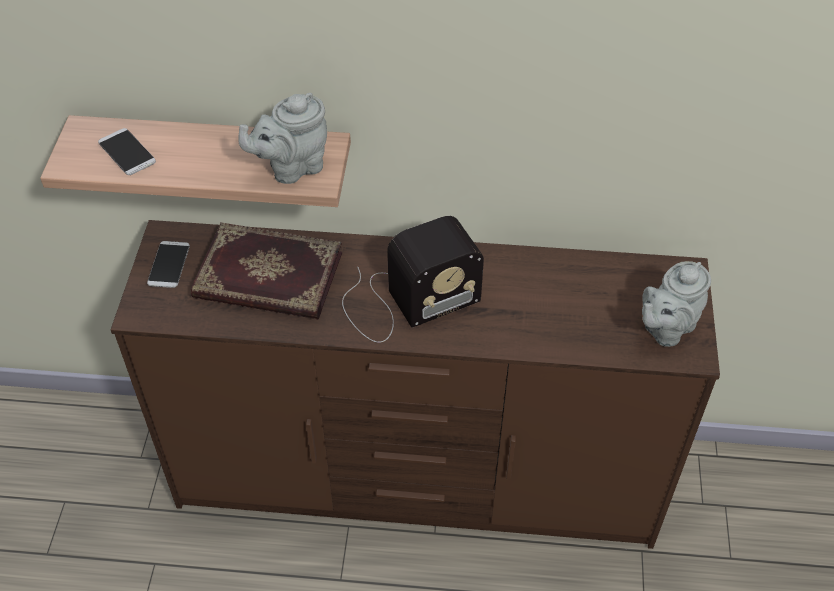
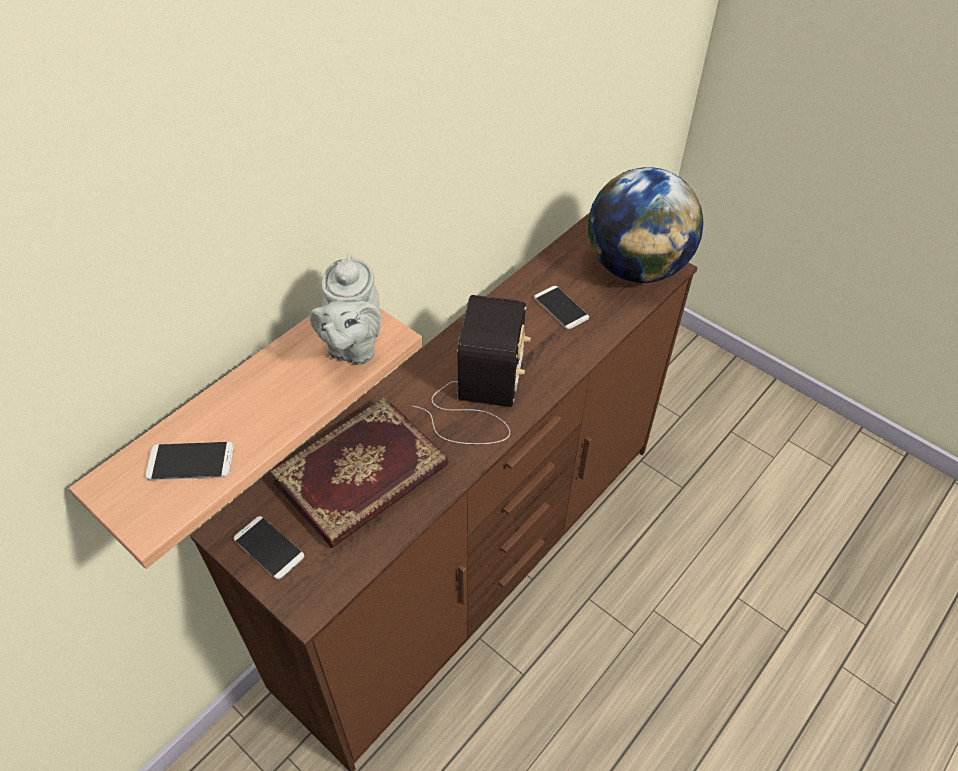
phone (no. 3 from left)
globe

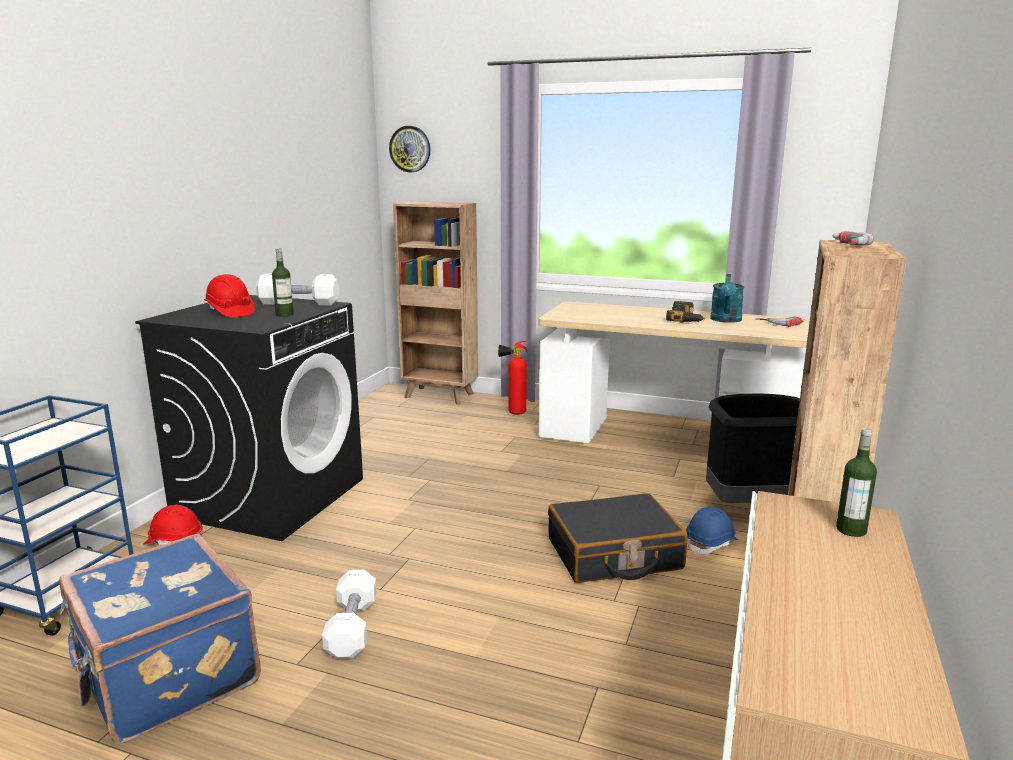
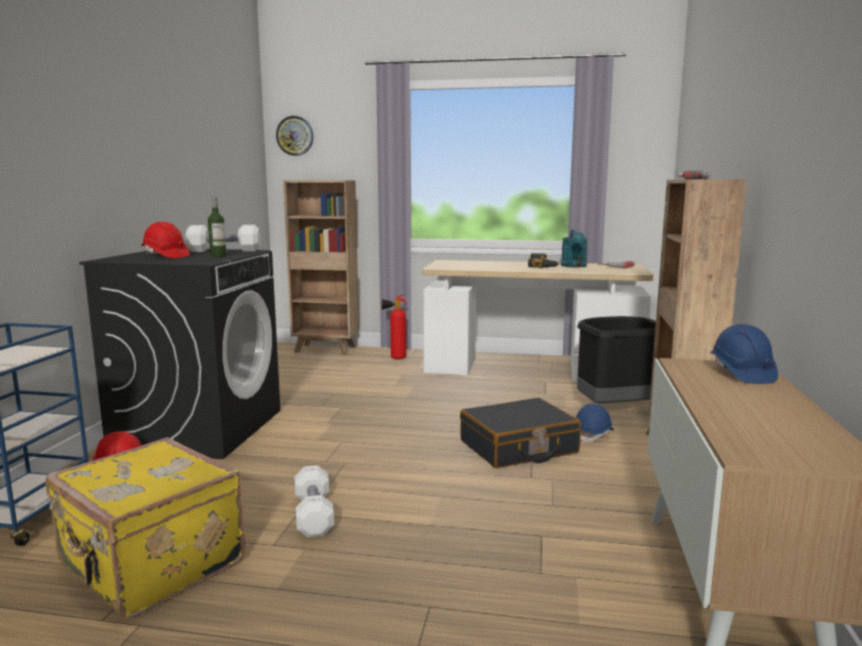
suitcase in yellow
hard hat in blue (no. 2 from left)

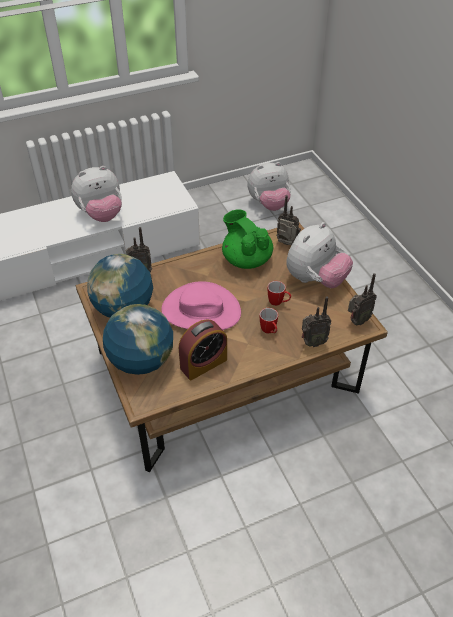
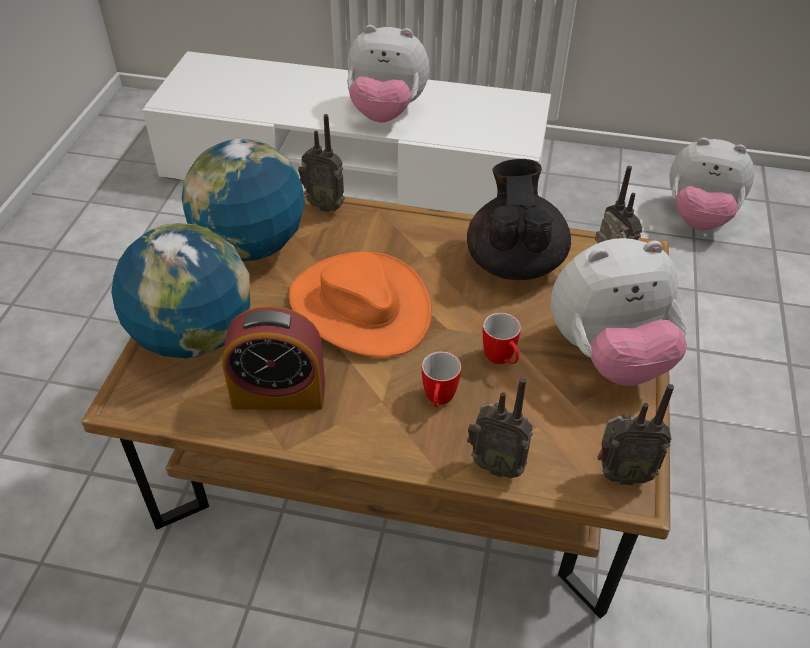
hat in orange
teapot in black

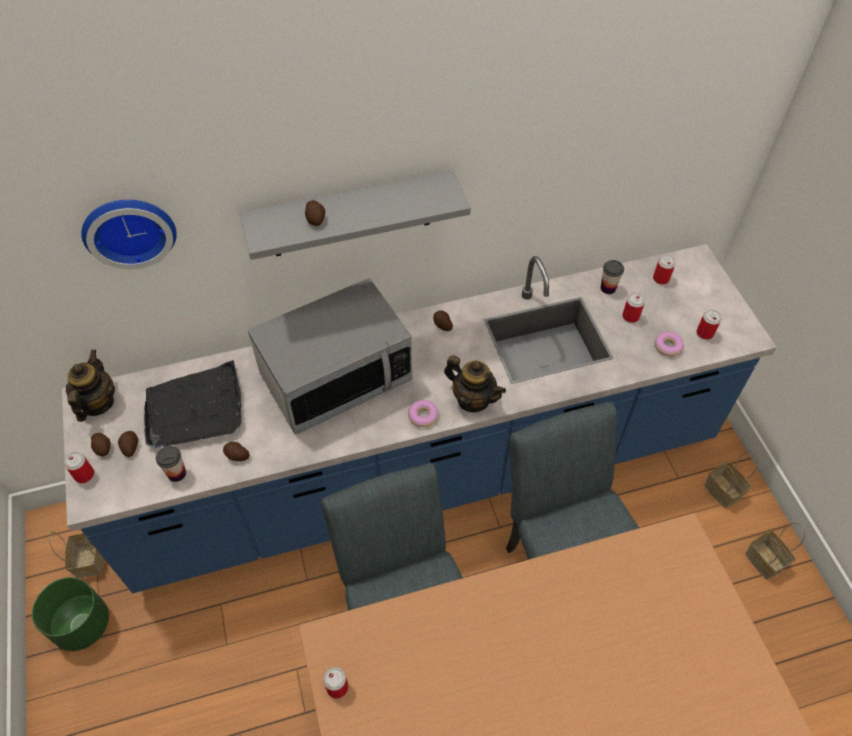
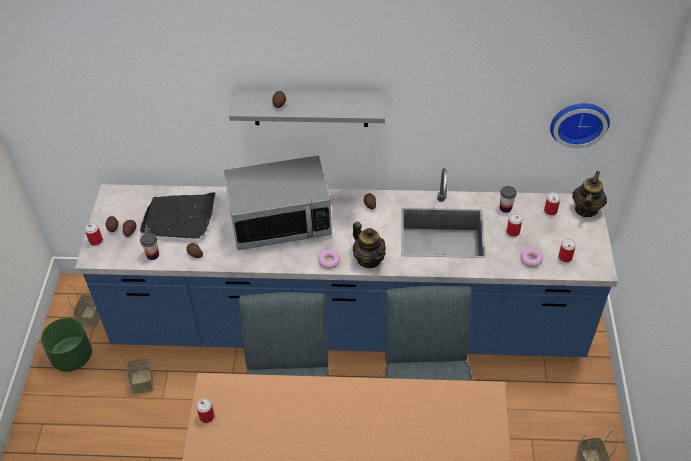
basket (no. 2 from left)
wall clock
teapot (no. 2 from left)

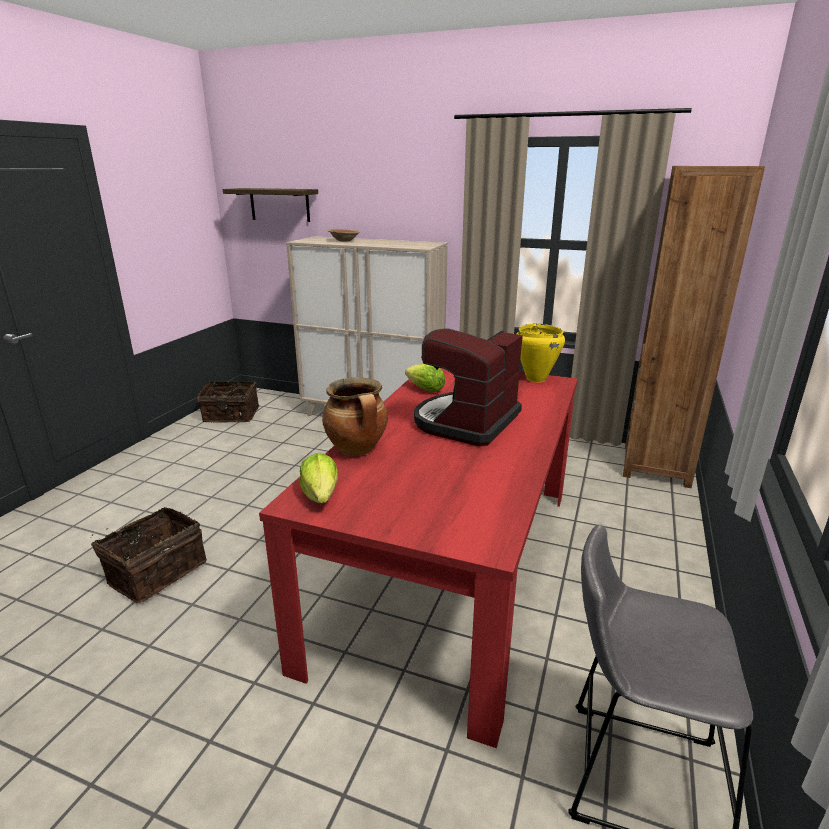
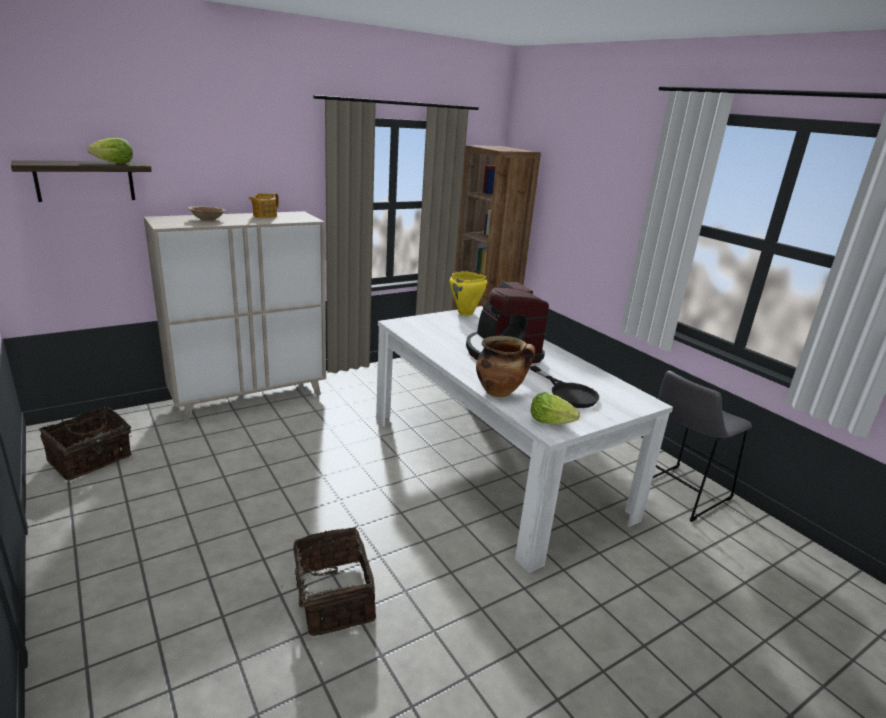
lettuce (no. 1 from left)
teapot
dining table in white
frying pan in black

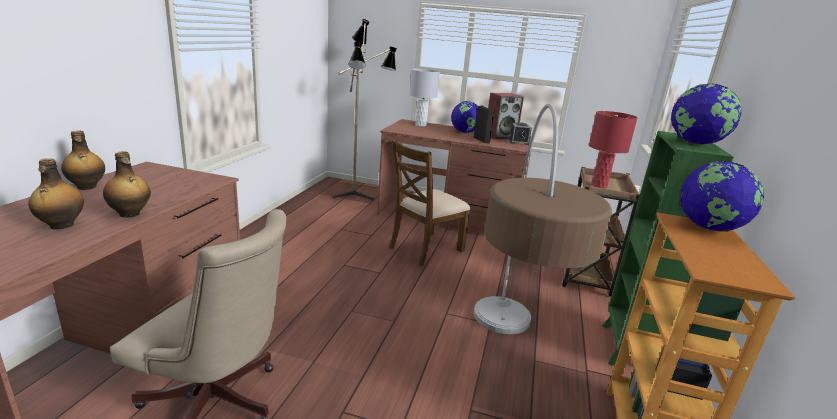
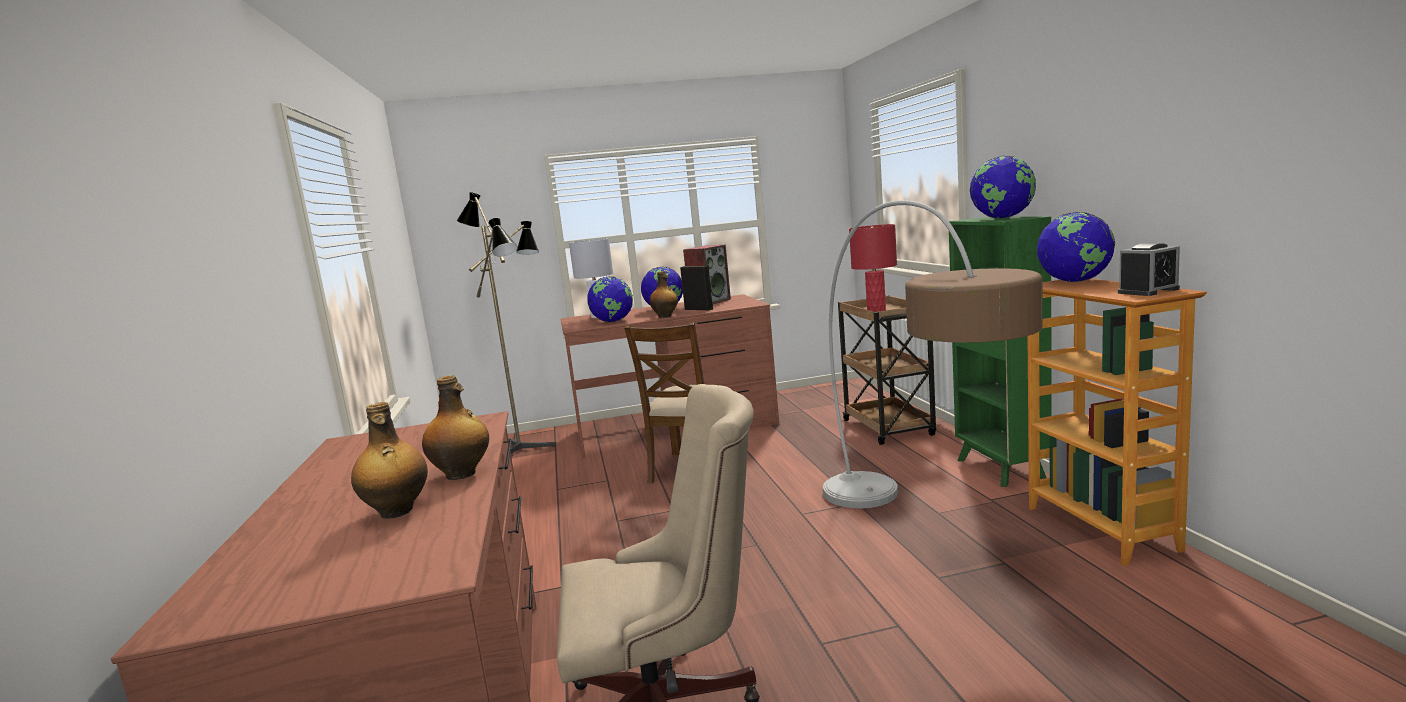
globe (no. 1 from left)
bottle (no. 3 from left)
alarm clock

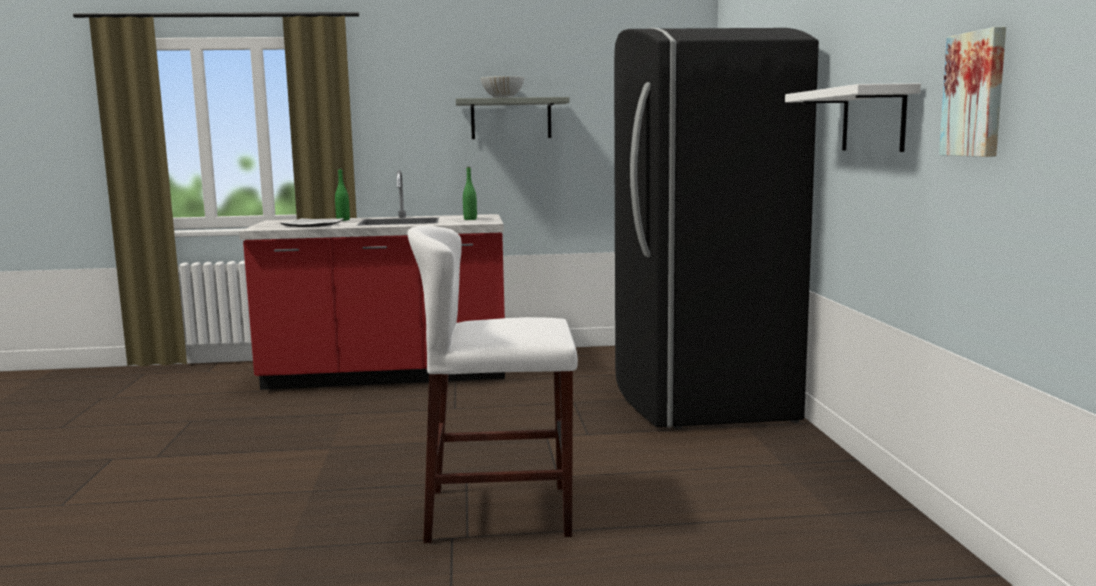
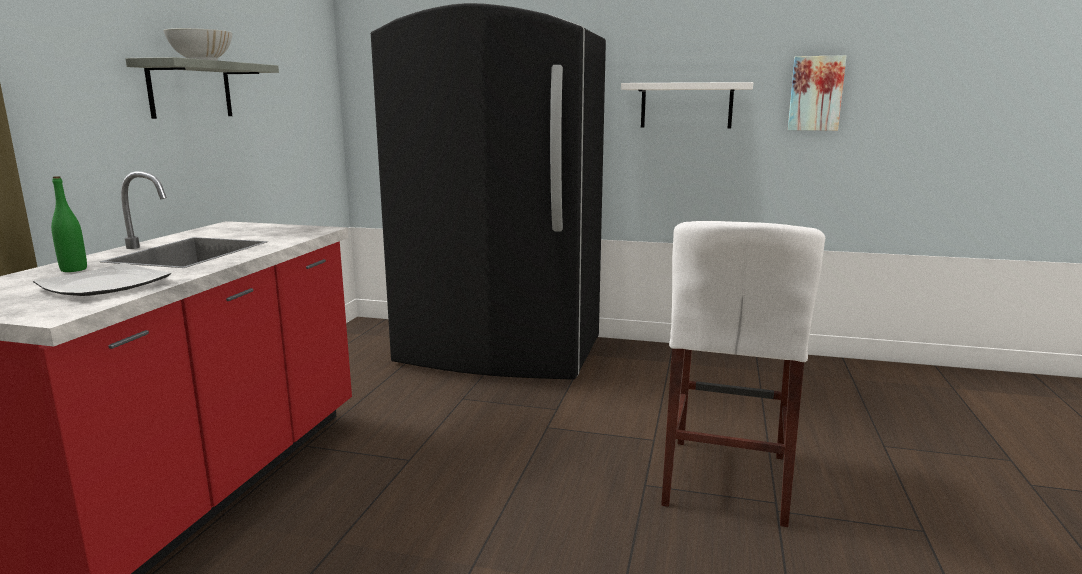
bottle in green (no. 2 from left in the first image)

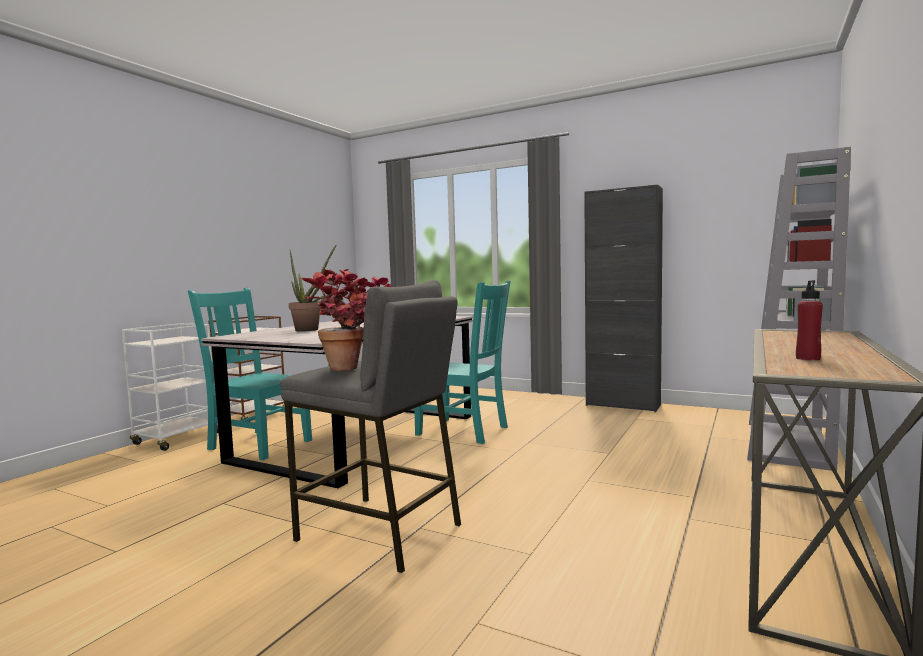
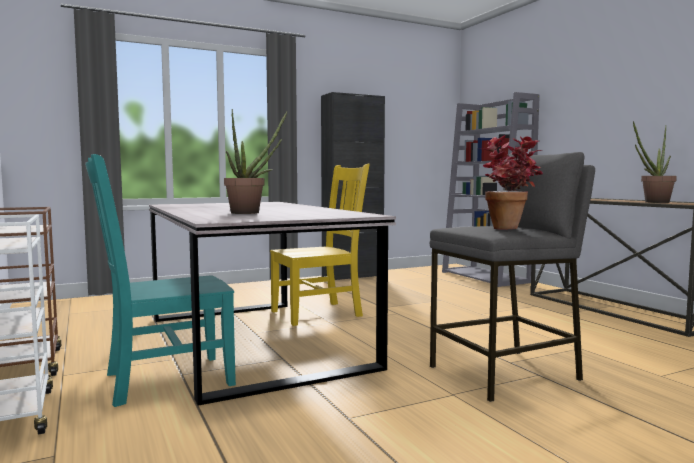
chair in yellow
potted plant (no. 3 from left)

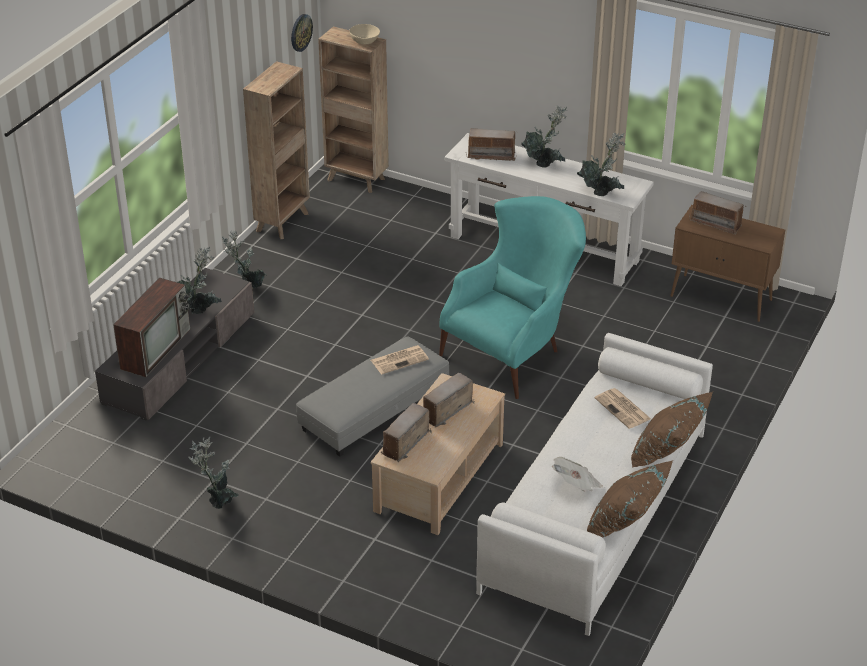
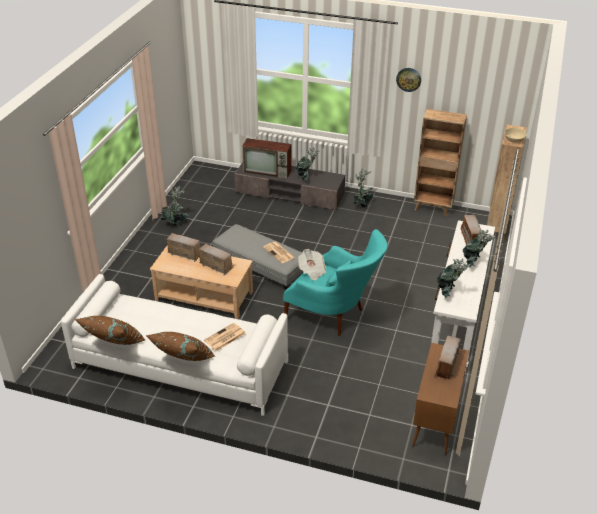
newspaper (no. 3 from left)
wall clock

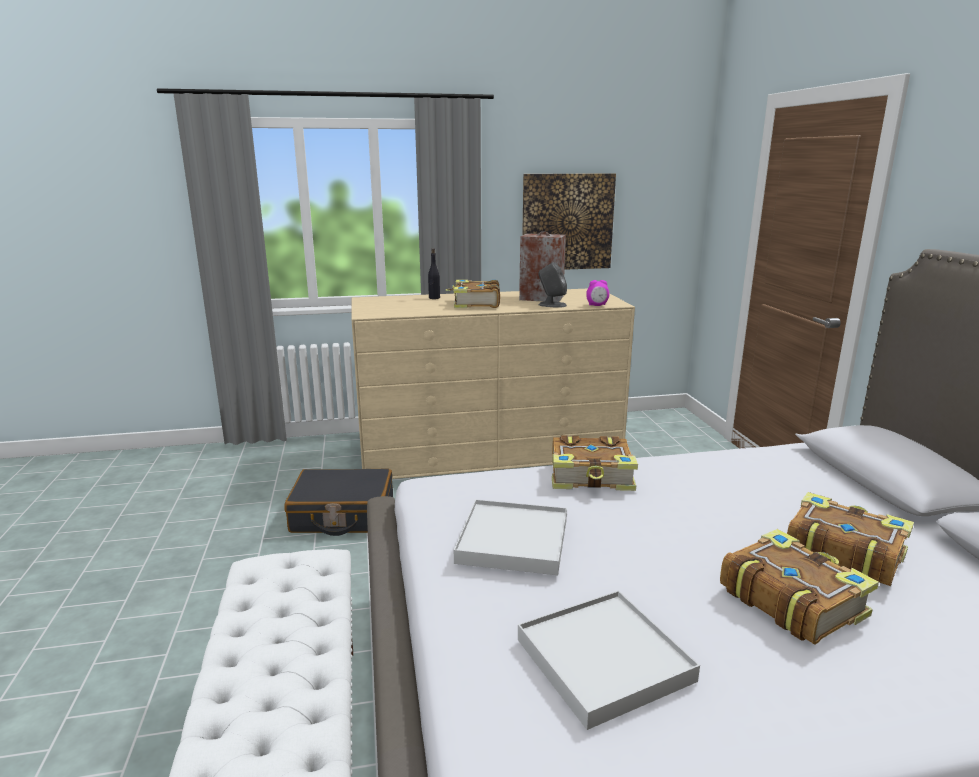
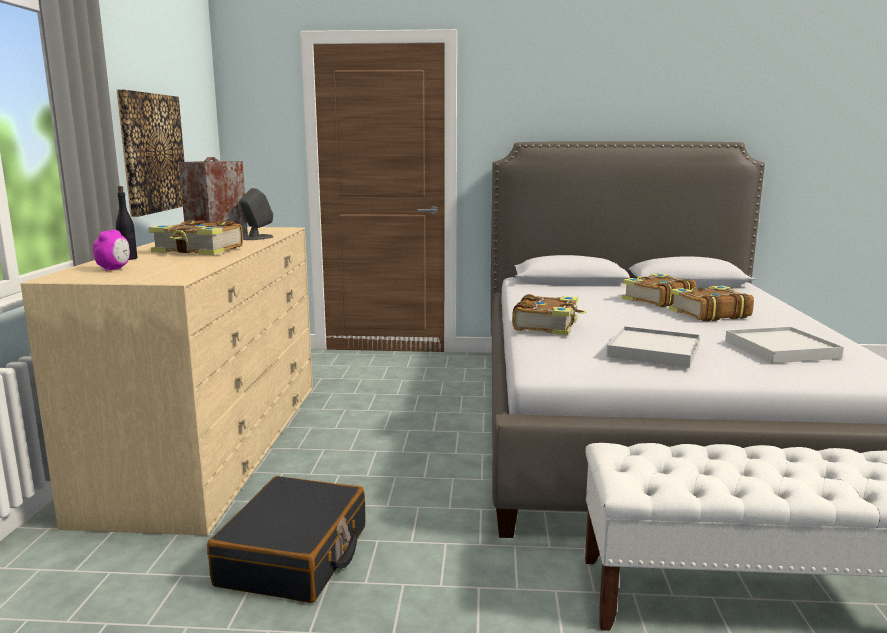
alarm clock

